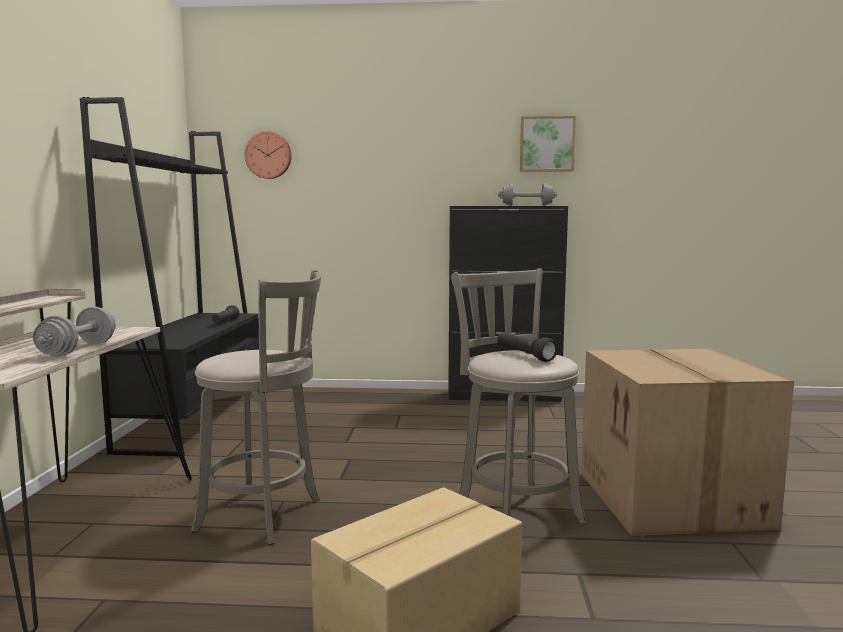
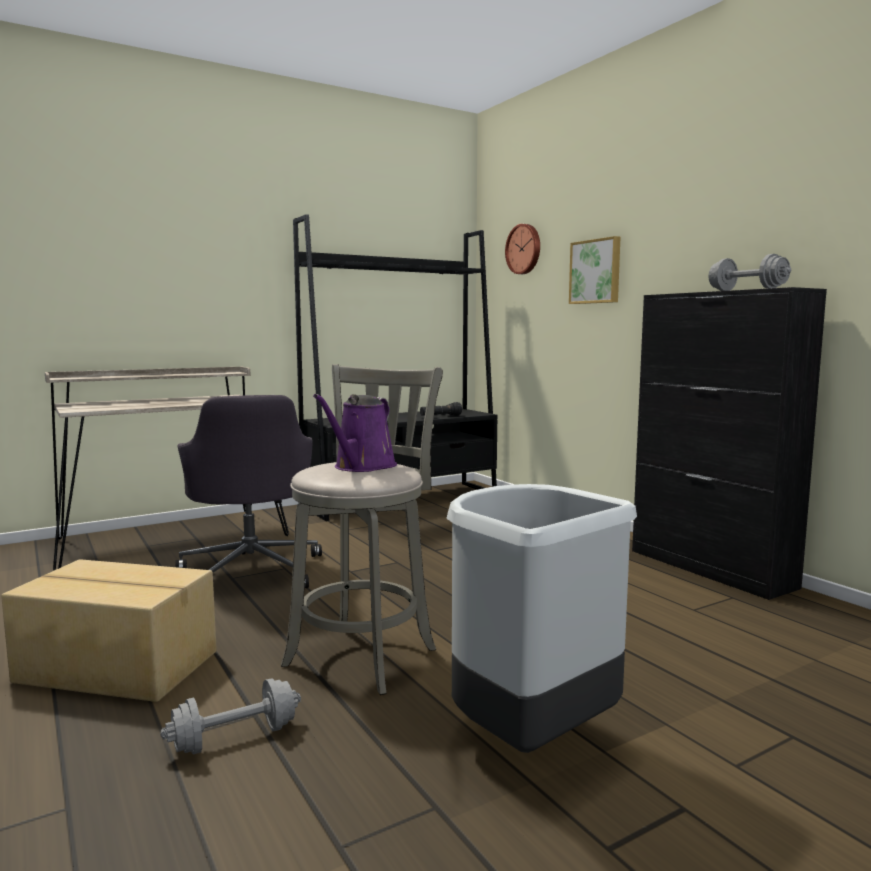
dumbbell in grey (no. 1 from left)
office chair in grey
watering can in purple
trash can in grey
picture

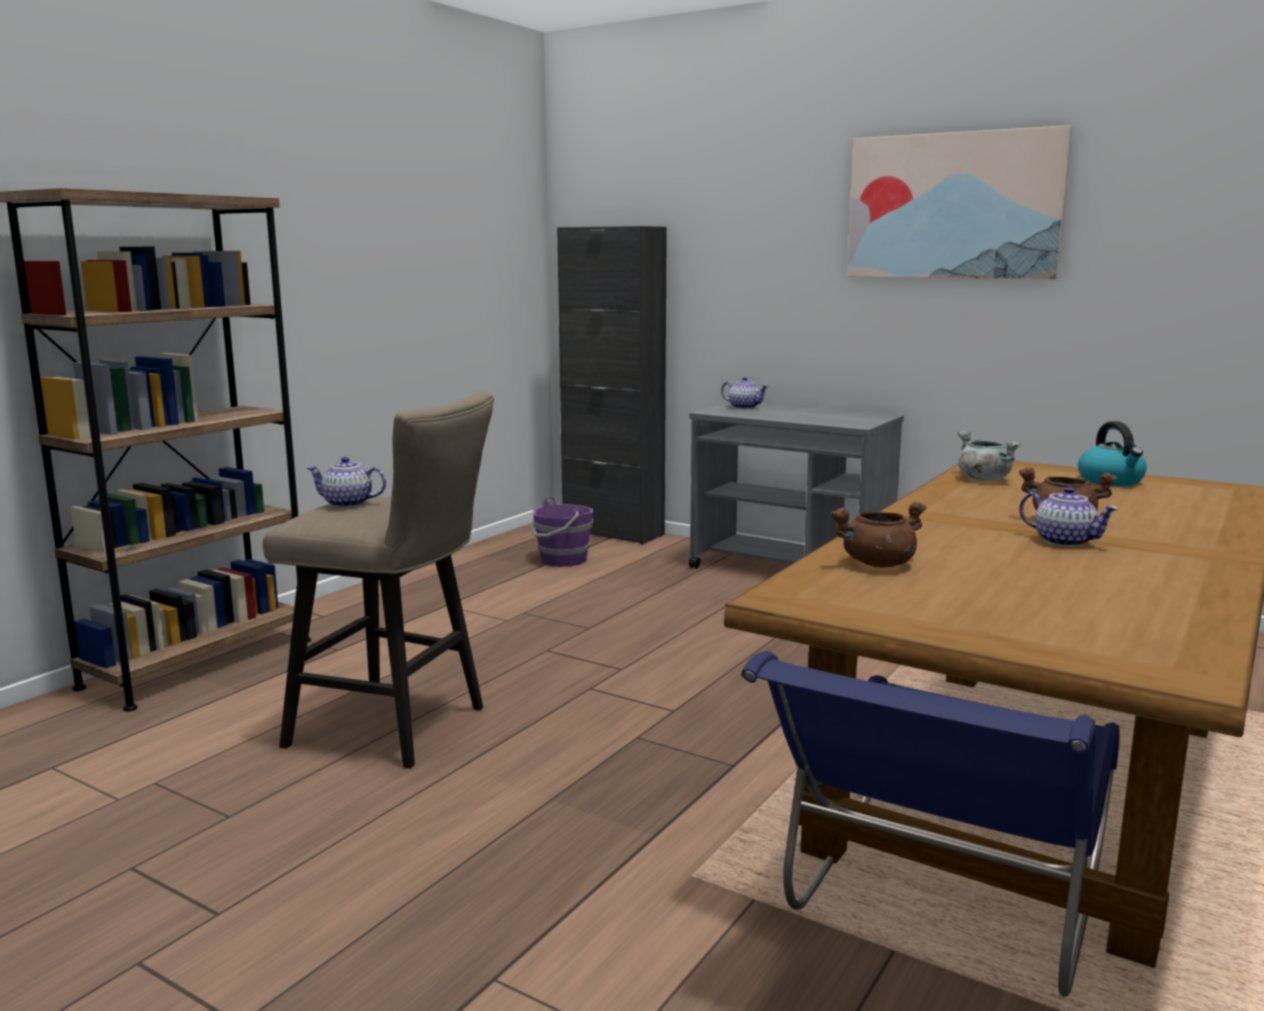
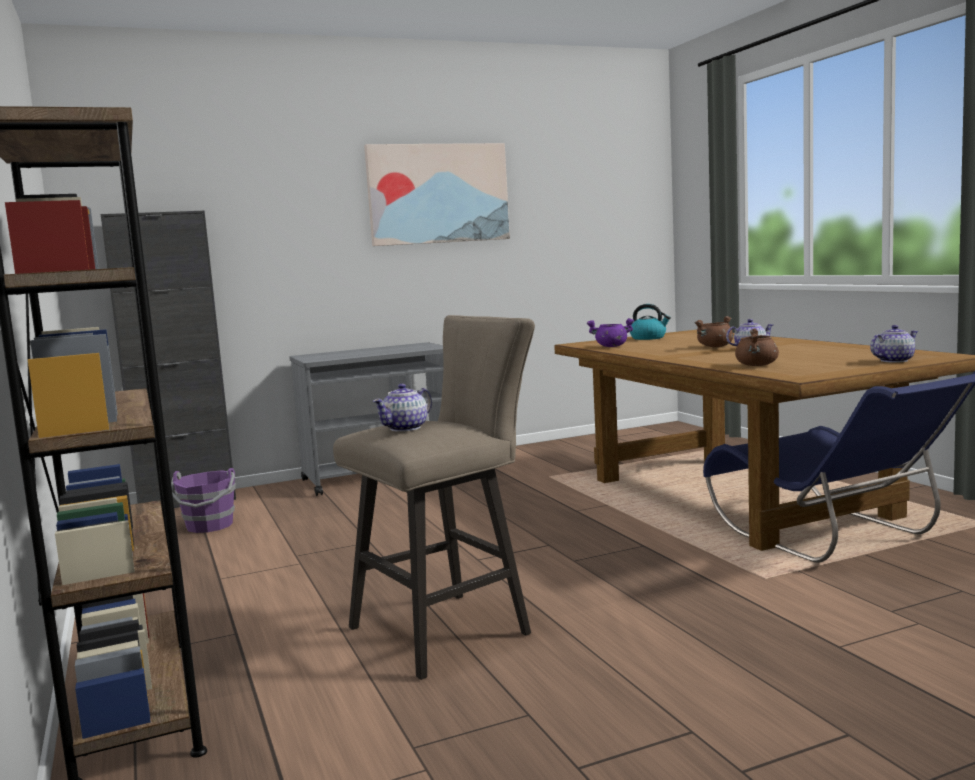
cooking pot in purple
teapot (no. 3 from left)

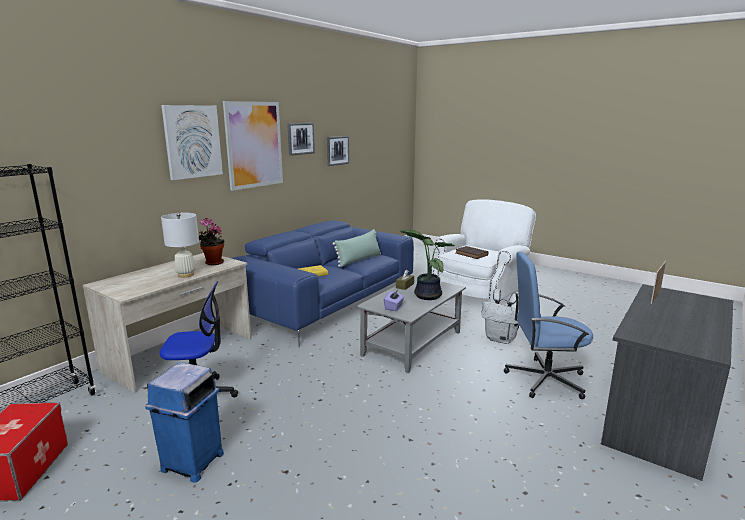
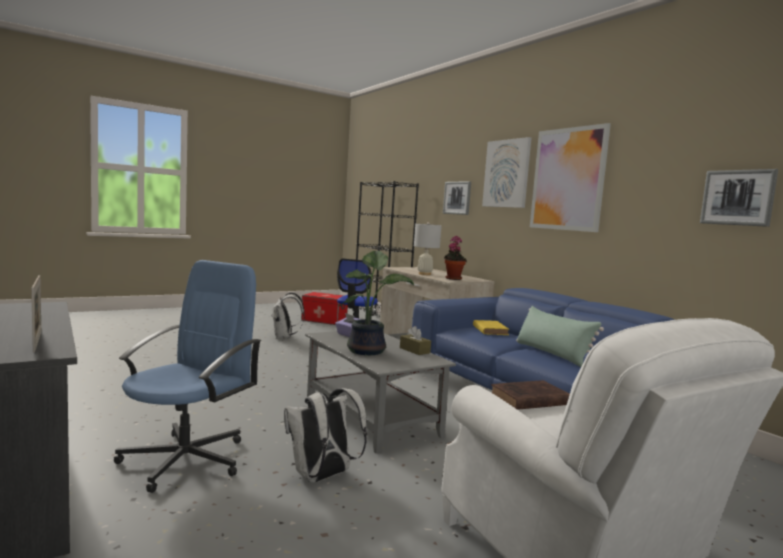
backpack in white (no. 1 from left)
picture (no. 1 from left)

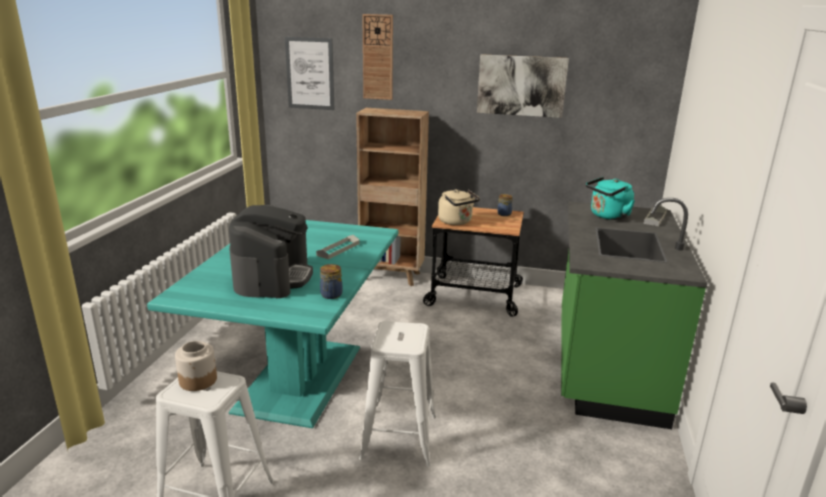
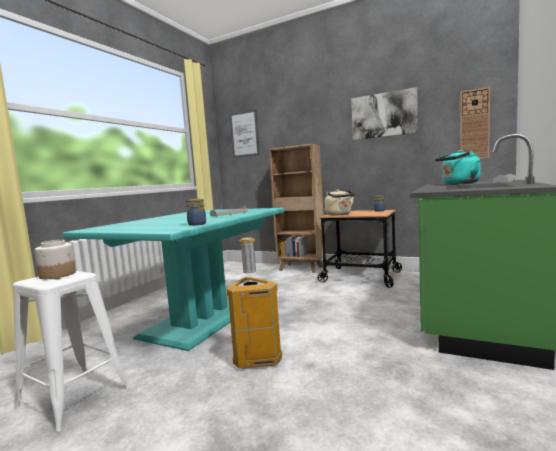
trash can
wall clock
coffee machine

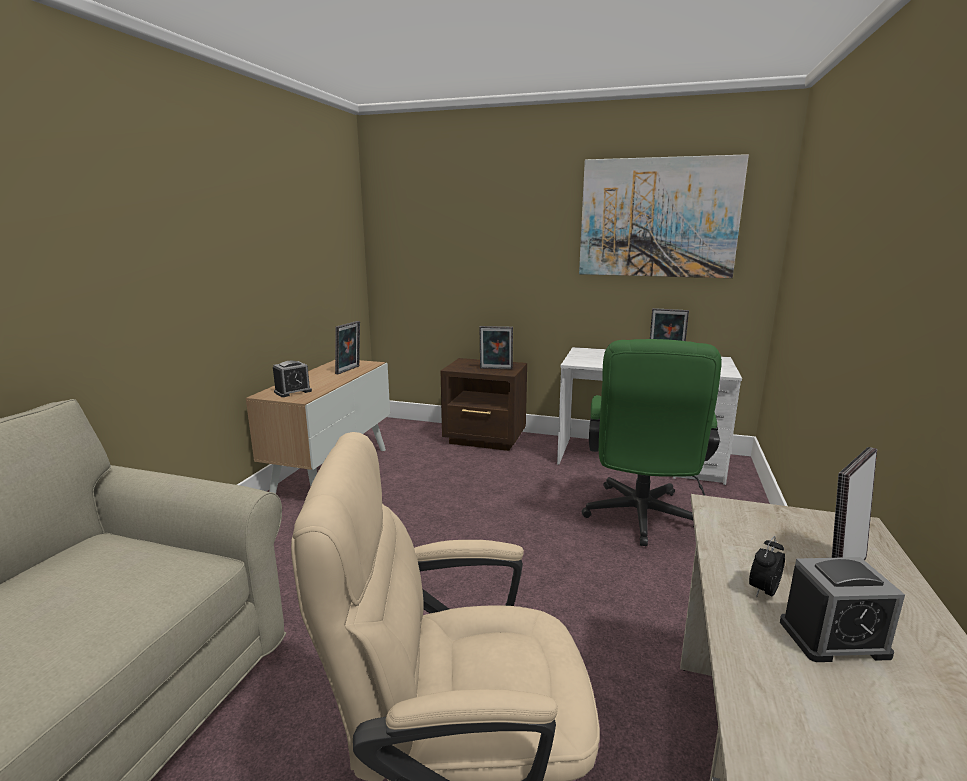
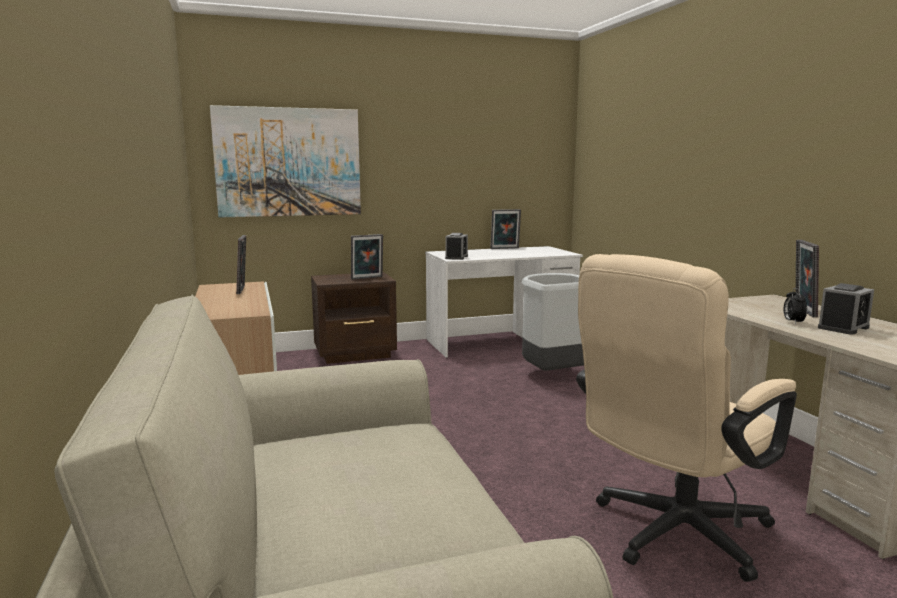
picture
alarm clock (no. 1 from left)
trash can in grey

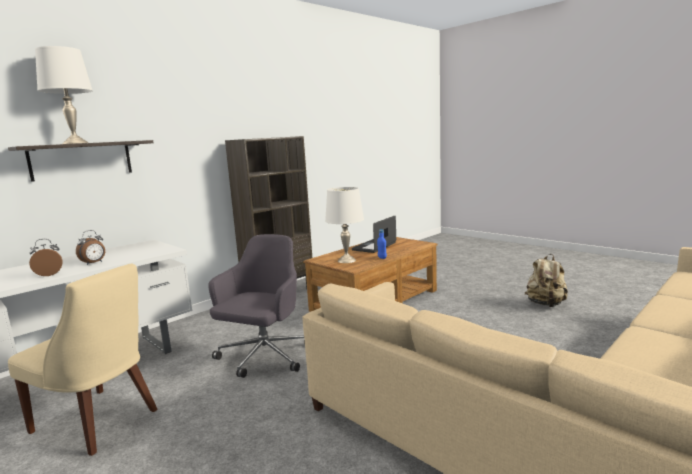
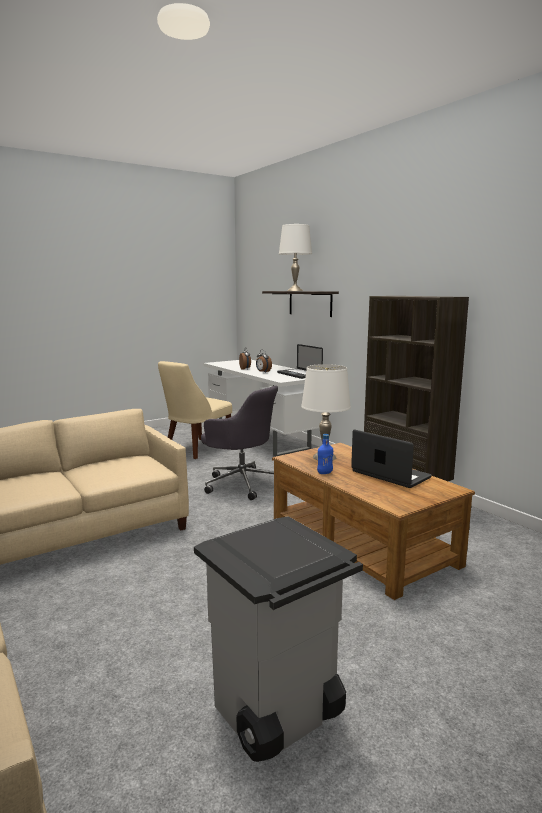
trash can in grey
laptop (no. 1 from left)

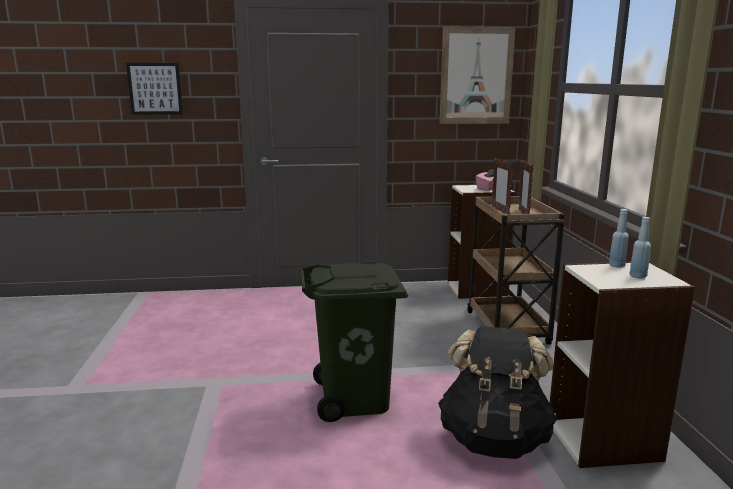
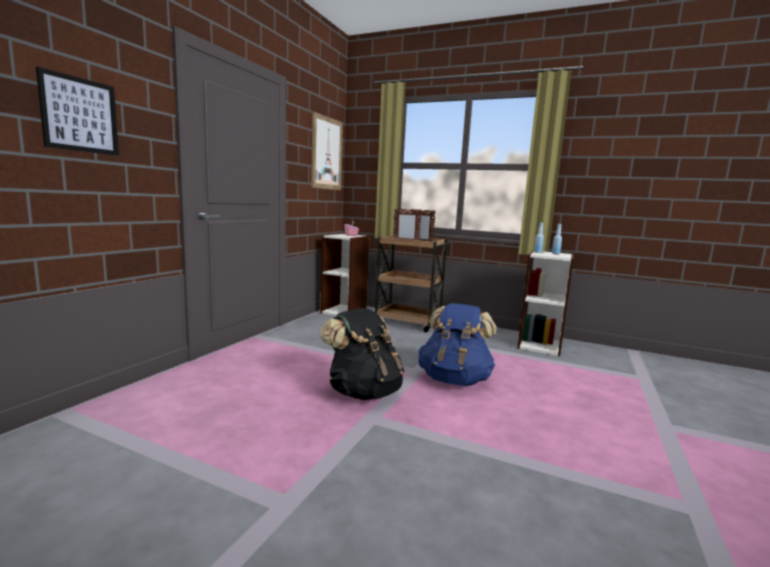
backpack in black
backpack in blue

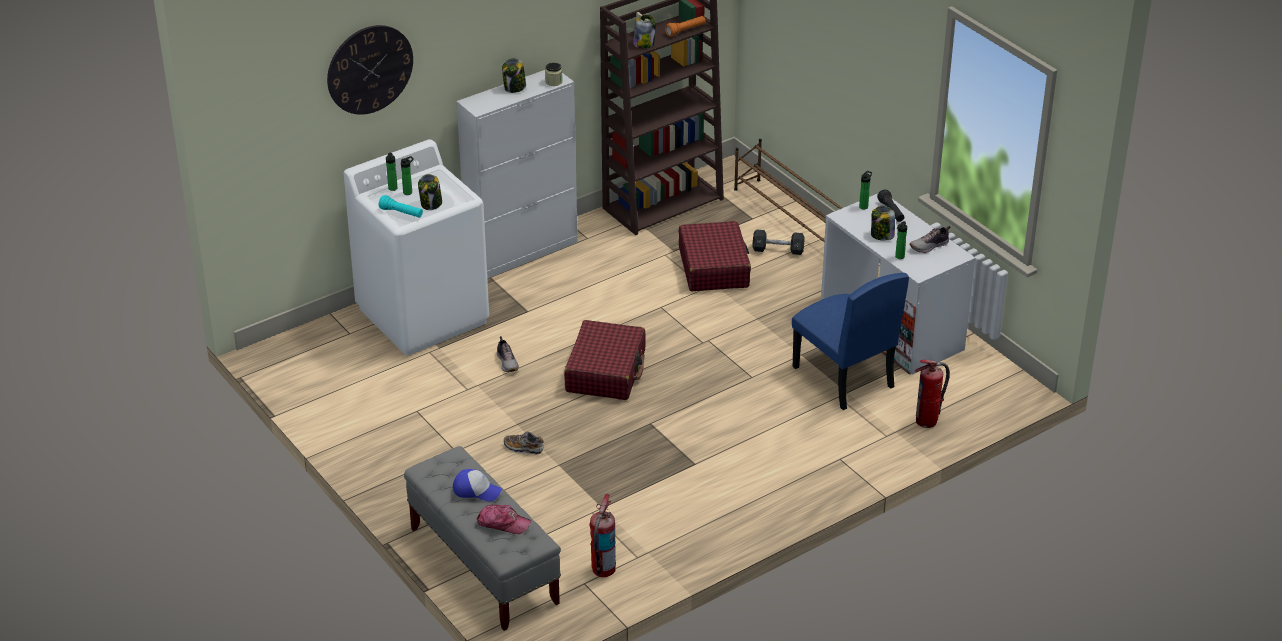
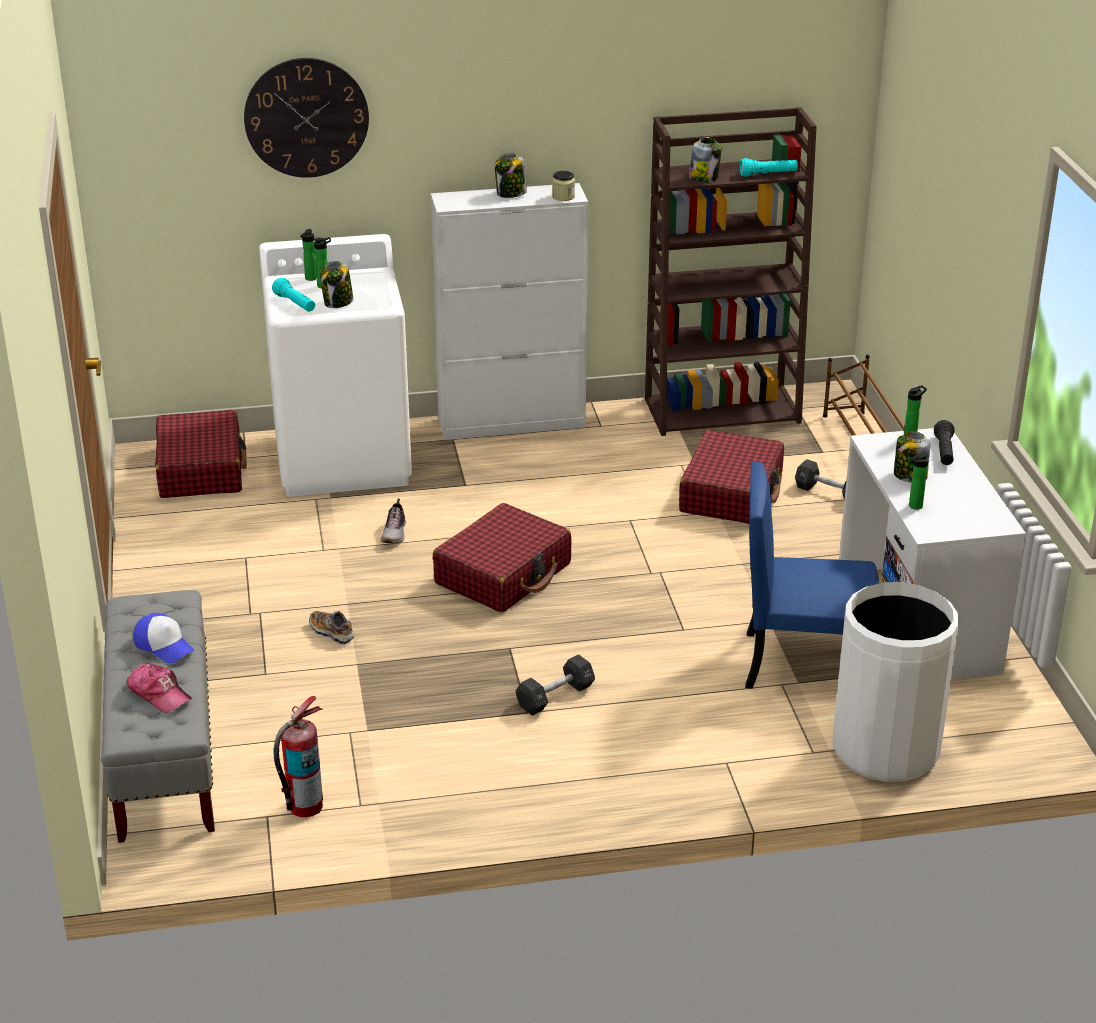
suitcase in red (no. 1 from left)
dumbbell in black (no. 1 from left)
flashlight in turquoise (no. 2 from left)
chair in blue
trash can in white
shoe (no. 3 from left in the first image)

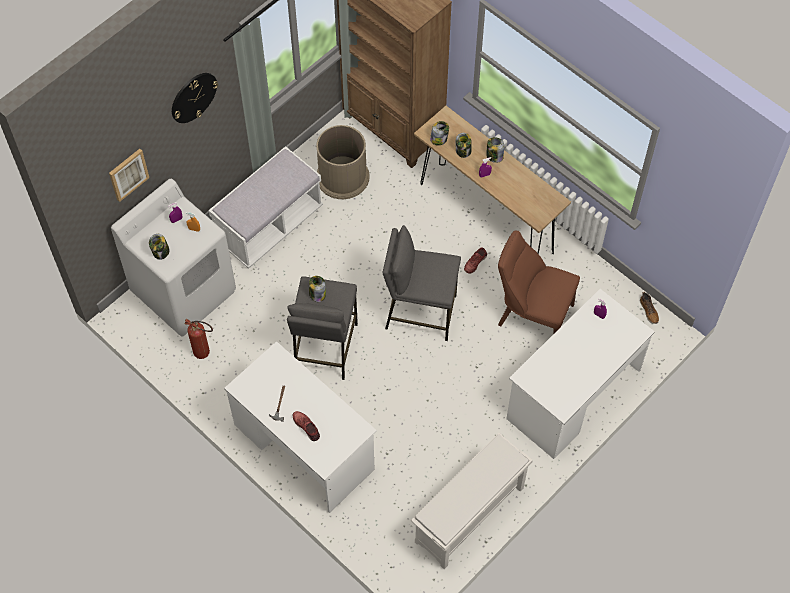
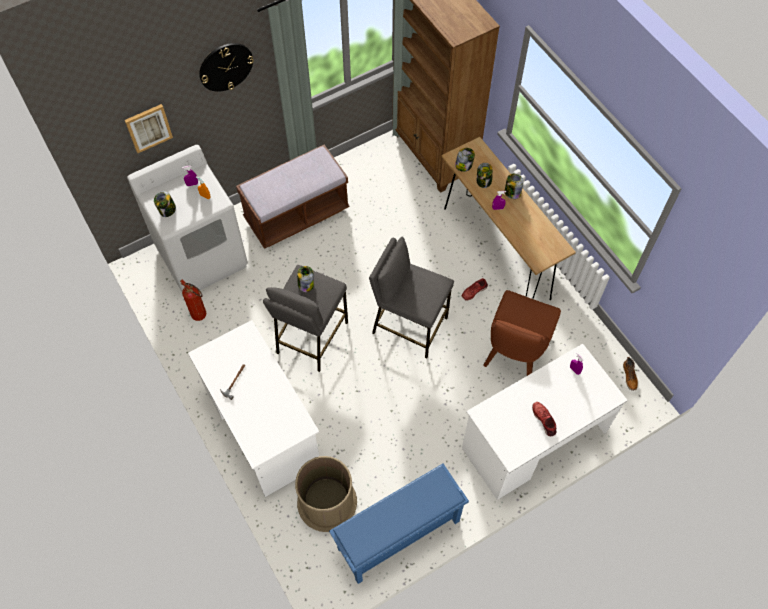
bench in brown
trash can in brown
shoe rack in blue
chair in brown
shoe in red (no. 2 from left)

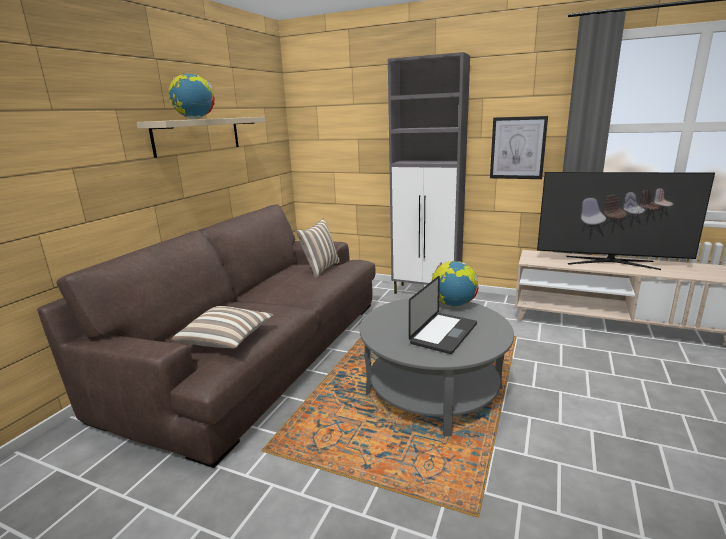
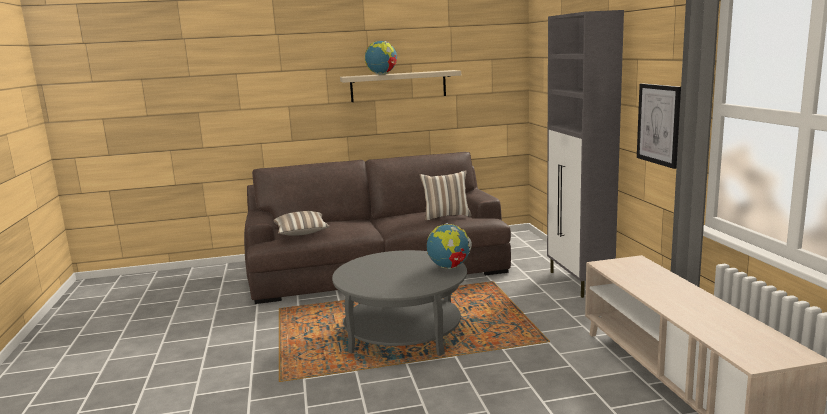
laptop
television

